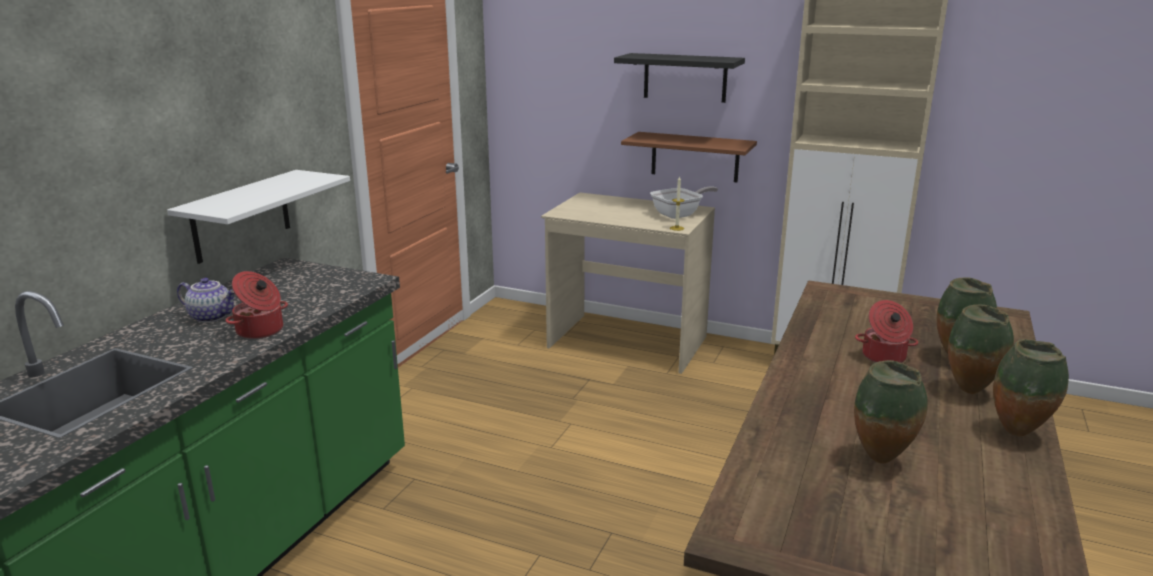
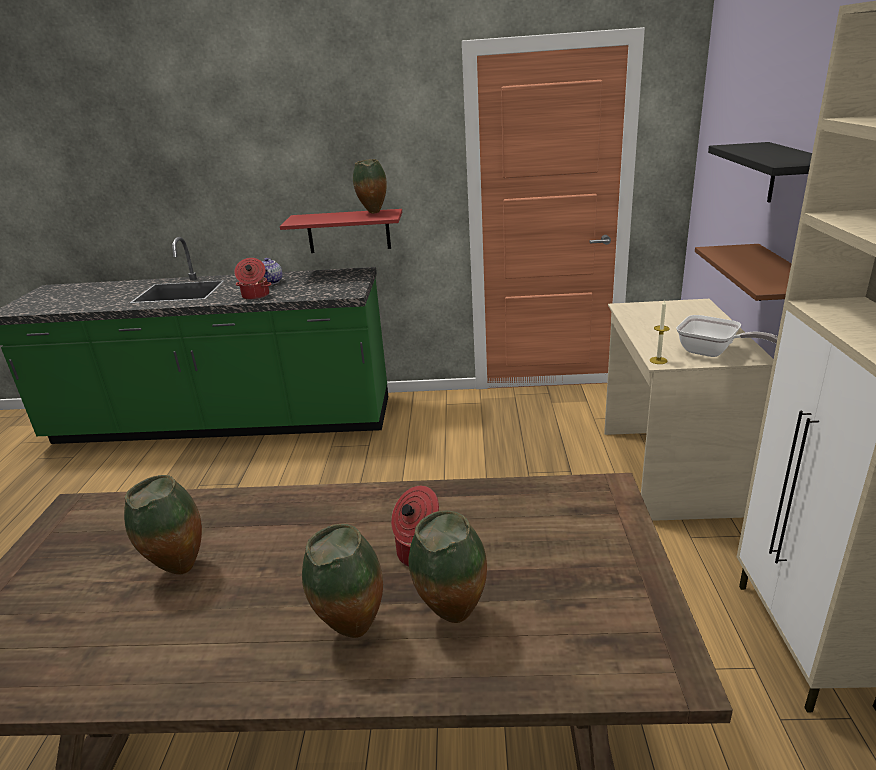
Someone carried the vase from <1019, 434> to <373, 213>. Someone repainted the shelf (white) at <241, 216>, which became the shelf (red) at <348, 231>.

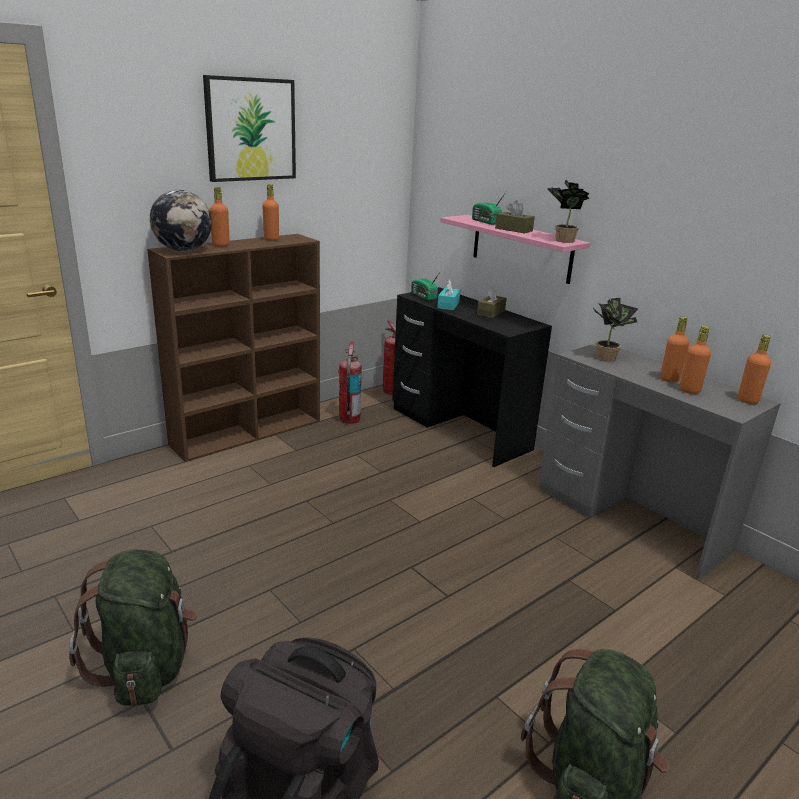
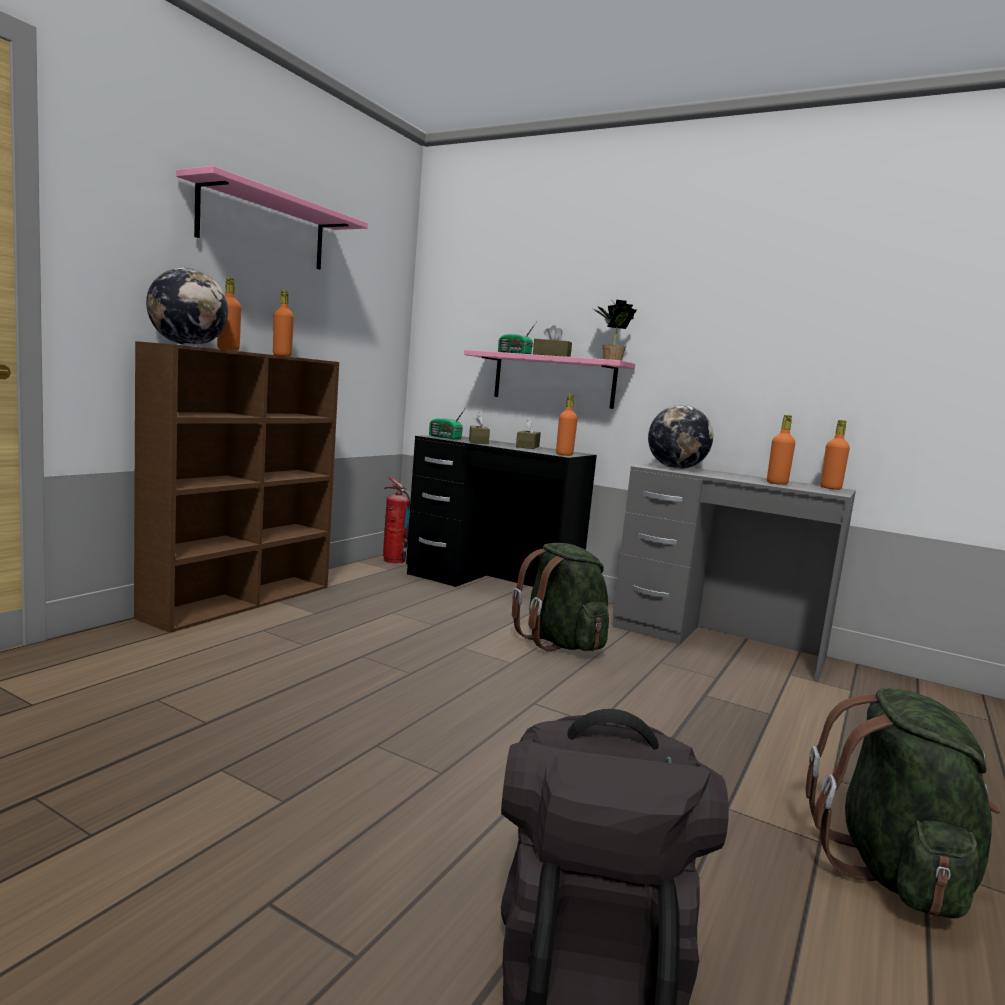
Someone took away the fire extinguisher at <349, 419>. Someone carried the backpack (green) from <146, 666> to <560, 643>. Someone carried the bottle (orange) from <669, 379> to <564, 454>. Someone swapped the picture at <250, 129> for the shelf (pink) at <263, 227>. Someone swapped the potted plant at <606, 357> for the globe at <676, 468>. Someone repainted the tissue box (turquoise) at <448, 305>, which became the tissue box (brown) at <478, 442>.

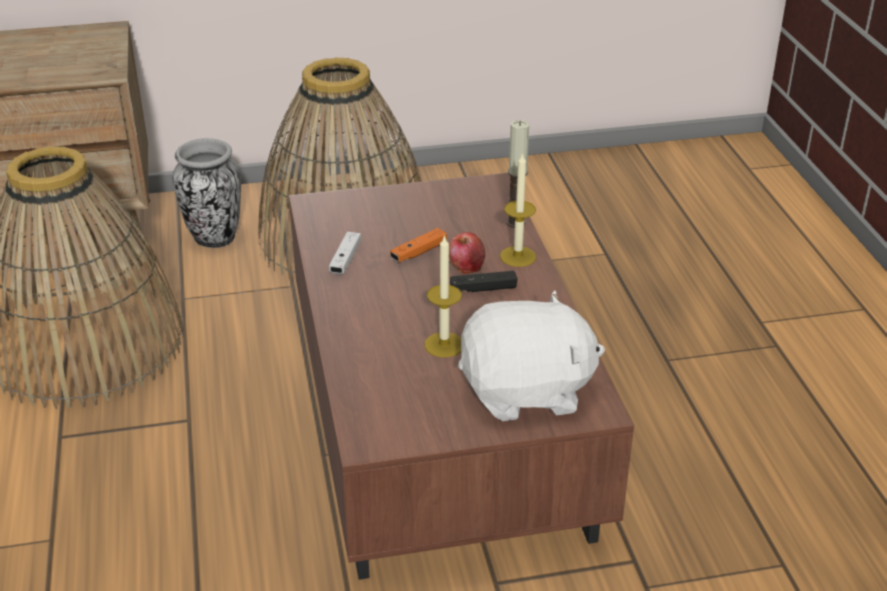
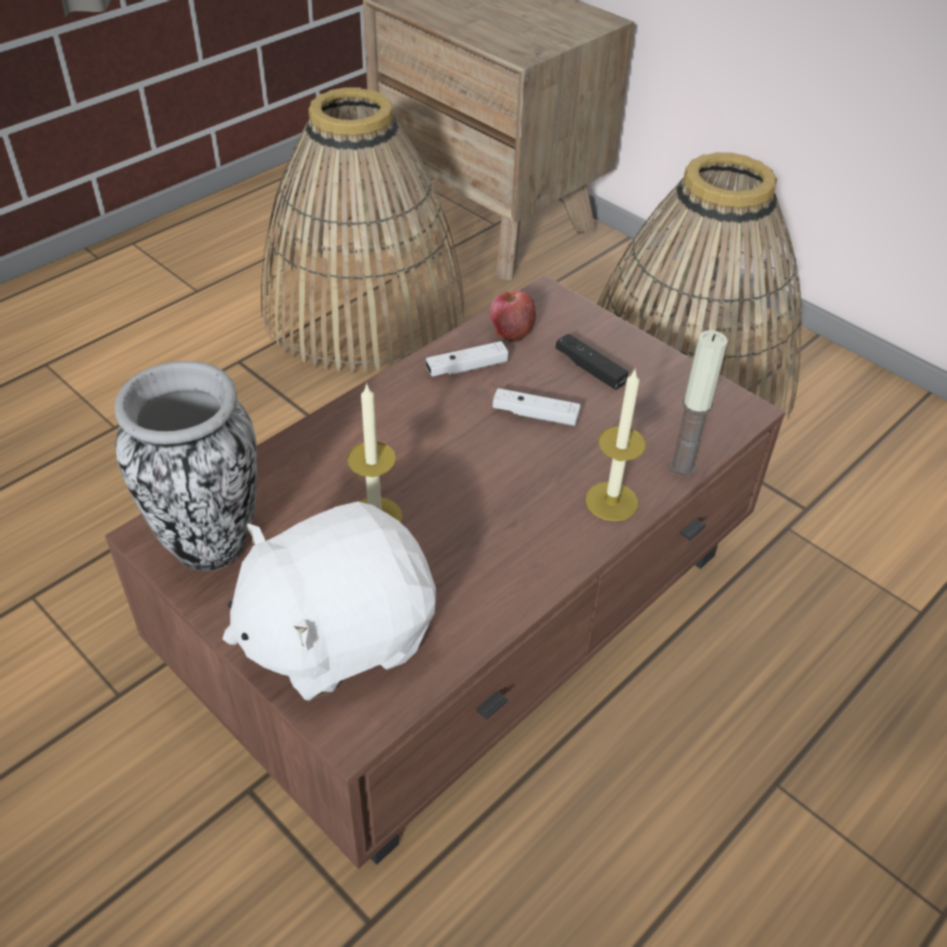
Someone carried the vase from <214, 239> to <209, 543>. Someone carried the apple from <466, 266> to <511, 330>. Someone carried the game controller (black) from <483, 288> to <590, 369>. Someone repainted the game controller (orange) at <419, 252>, which became the game controller (white) at <535, 415>. Someone rotated the plush toy (white) at <526, 392> by 105 degrees clockwise.

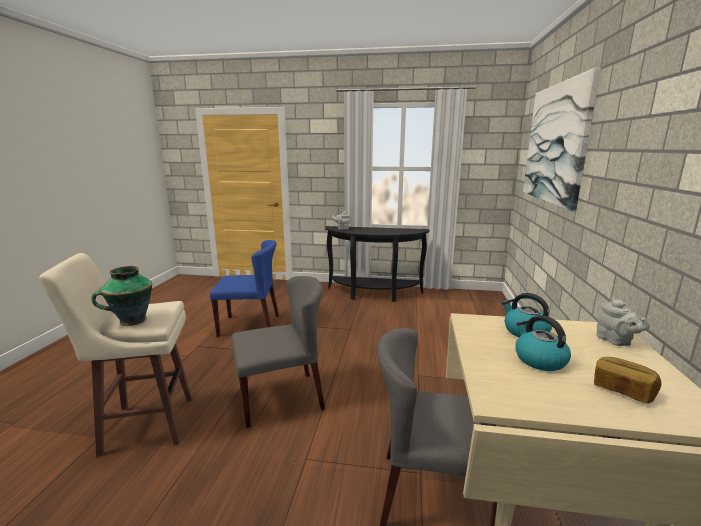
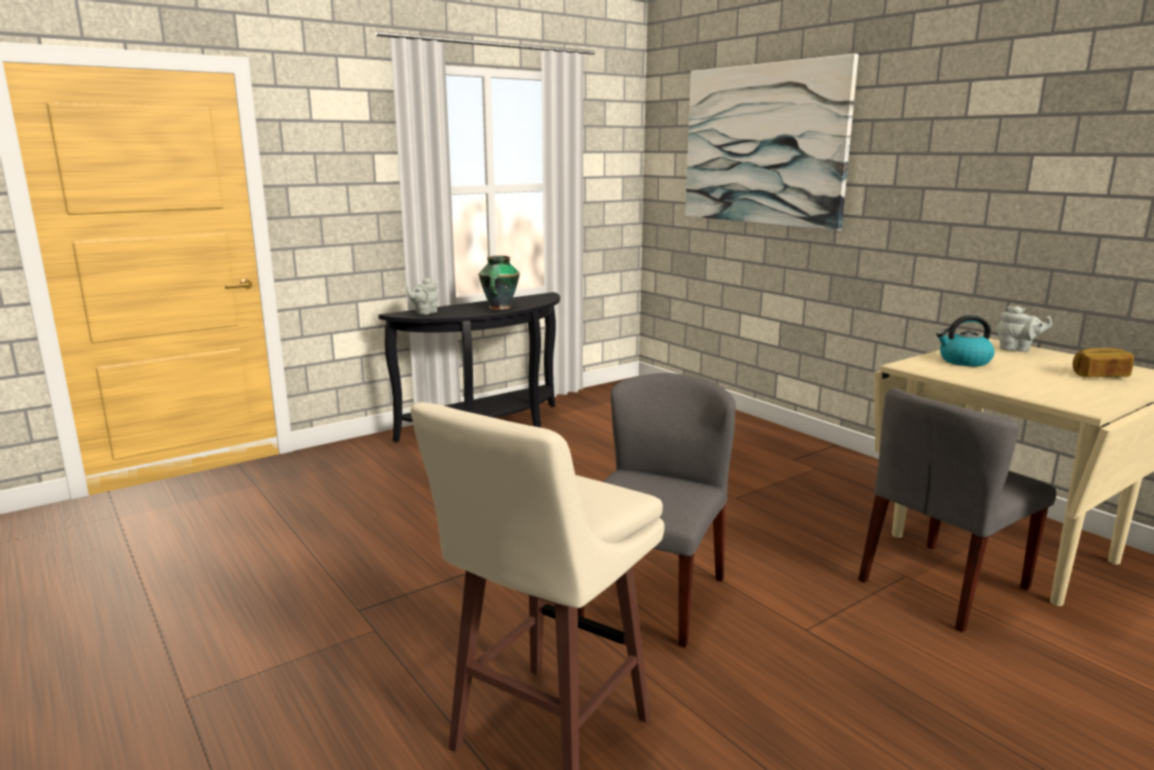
Someone took away the chair (blue) at <250, 325>. Someone took away the kettle at <539, 360>. Someone carried the vase from <131, 321> to <499, 308>.

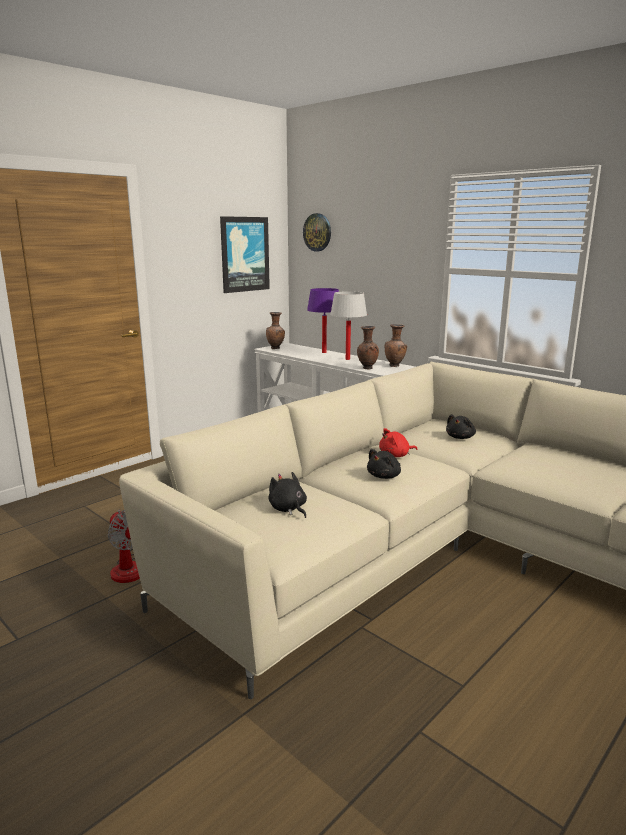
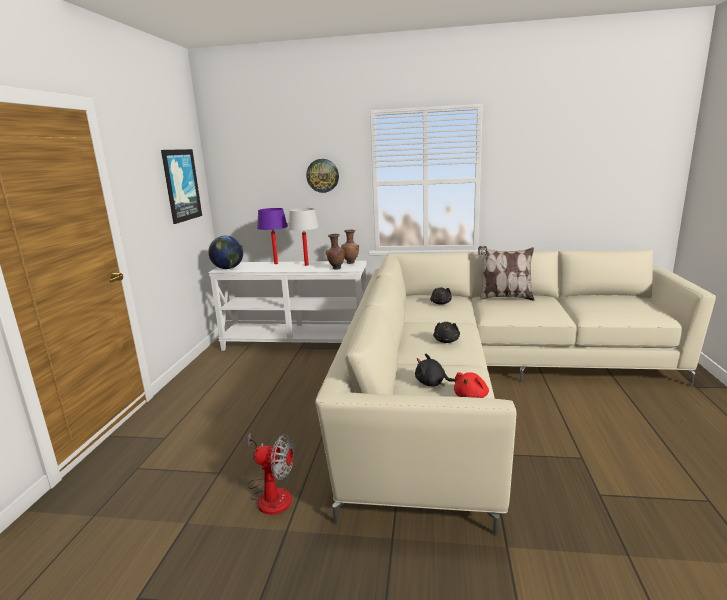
Someone put down the pillow at <504, 298>. Someone carried the wall clock from <317, 232> to <322, 175>. Someone carried the plush toy (red) from <396, 455> to <471, 397>. Someone swapped the vase (brown) at <276, 348> for the globe at <228, 268>.

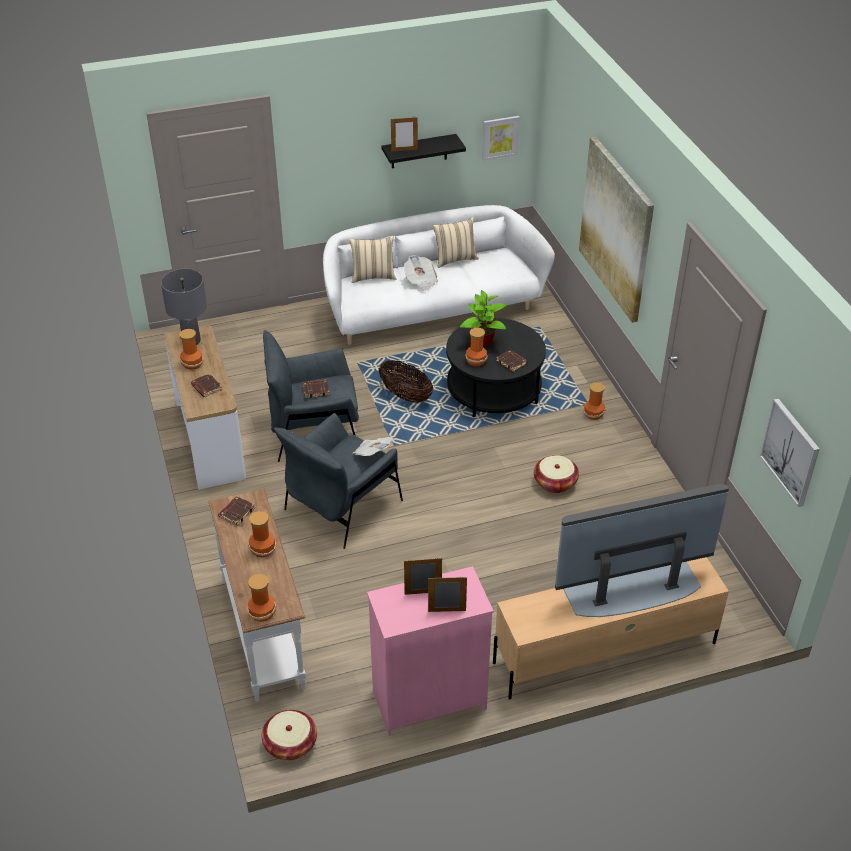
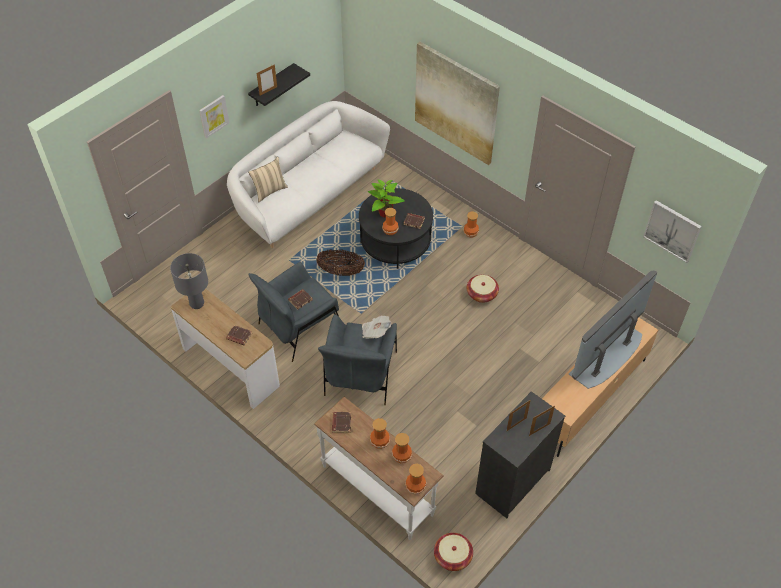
Someone took away the newspaper at <421, 281>. Someone took away the pillow (beige) at <455, 259>. Someone carried the vase from <192, 363> to <401, 456>. Someone carried the picture from <500, 137> to <213, 116>. Someone repainted the dresser (pink) at <429, 699>, which became the dresser (black) at <512, 481>.

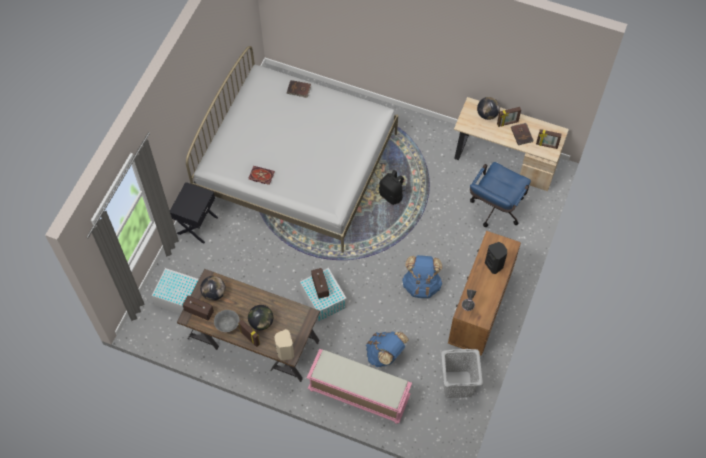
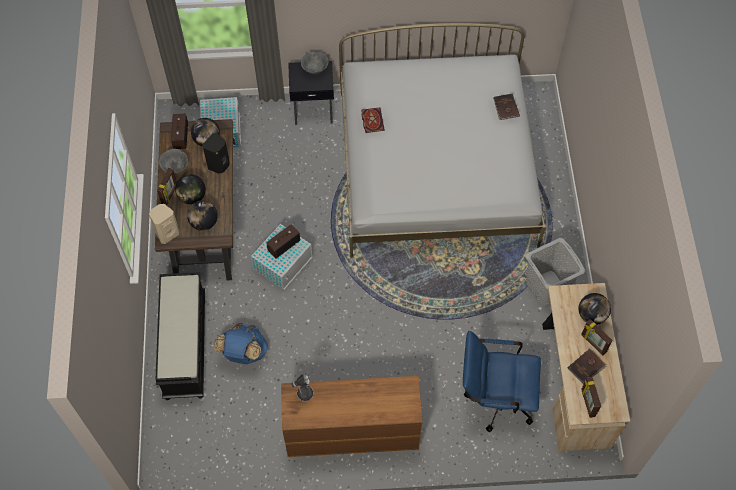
Someone took away the backpack (black) at <391, 195>. Someone took away the backpack (blue) at <421, 285>. Someone put down the globe at <204, 223>. Someone put down the bowl (grey) at <315, 69>. Someone carried the laundry basket (grey) from <457, 384> to <546, 288>. Someone carried the speaker (black) from <494, 265> to <219, 165>. Someone repainted the bench (pink) at <358, 394>, which became the bench (black) at <184, 344>.

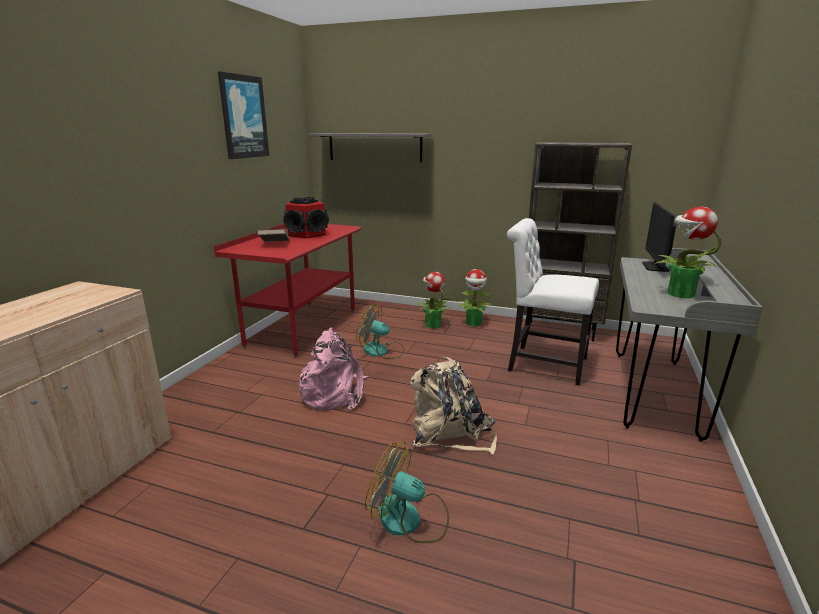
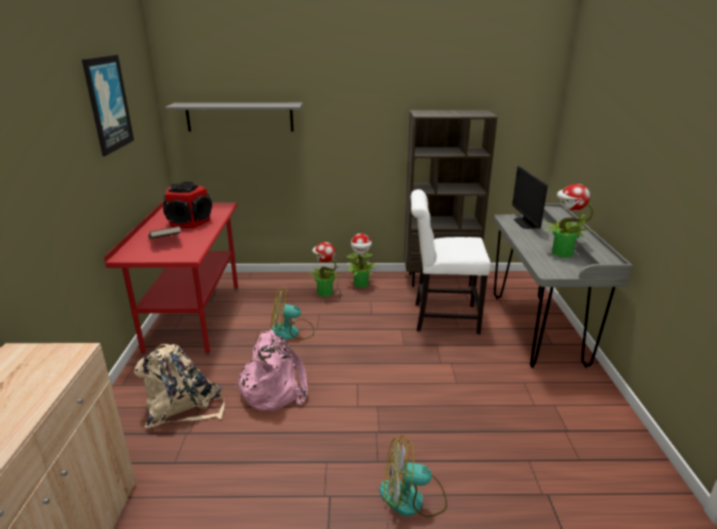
Someone carried the backpack (beige) from <450, 433> to <183, 407>.

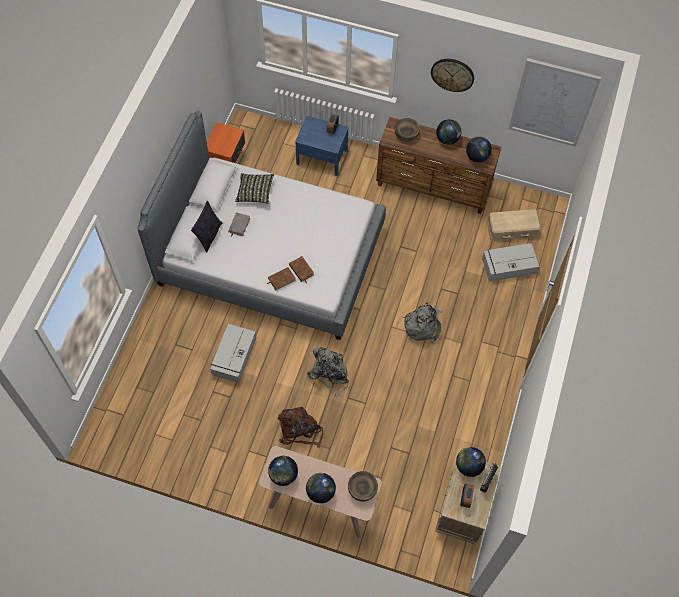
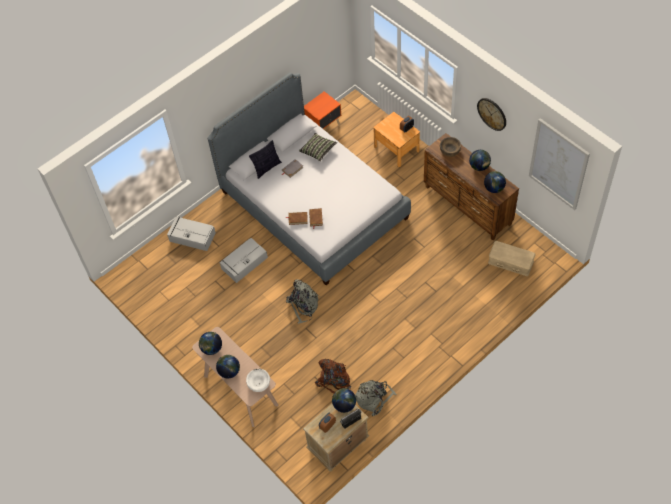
Someone carried the backpack (brown) from <300, 430> to <334, 381>. Someone carried the backpack (grey) from <423, 325> to <374, 398>. Someone carried the storage box (grey) from <508, 266> to <191, 237>. Someone repainted the nightstand (blue) at <322, 157>, which became the nightstand (brown) at <396, 149>. Someone repainted the bowl (brown) at <362, 489>, which became the bowl (white) at <258, 383>.

